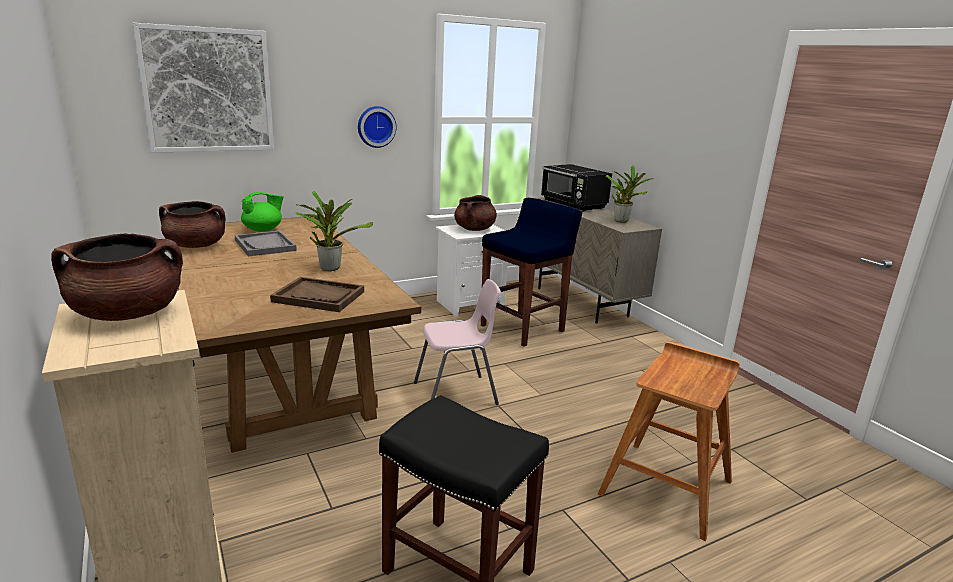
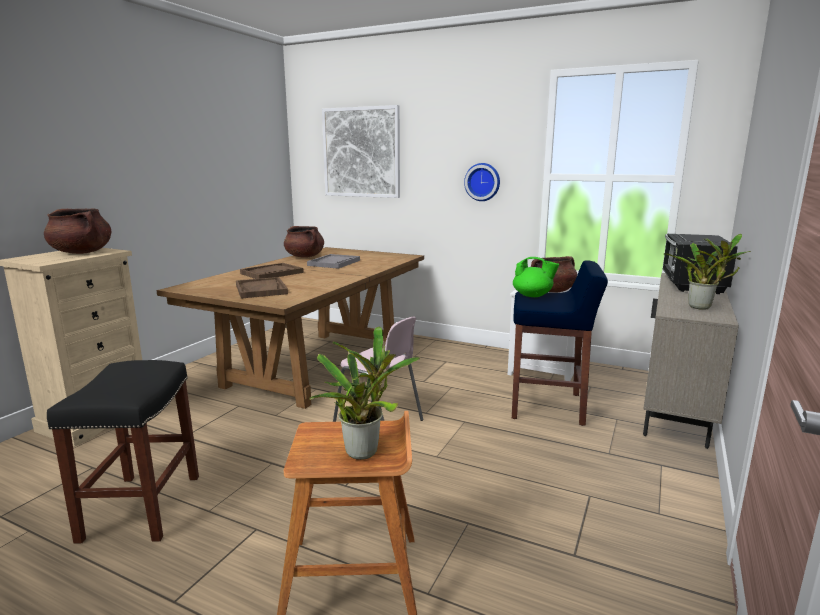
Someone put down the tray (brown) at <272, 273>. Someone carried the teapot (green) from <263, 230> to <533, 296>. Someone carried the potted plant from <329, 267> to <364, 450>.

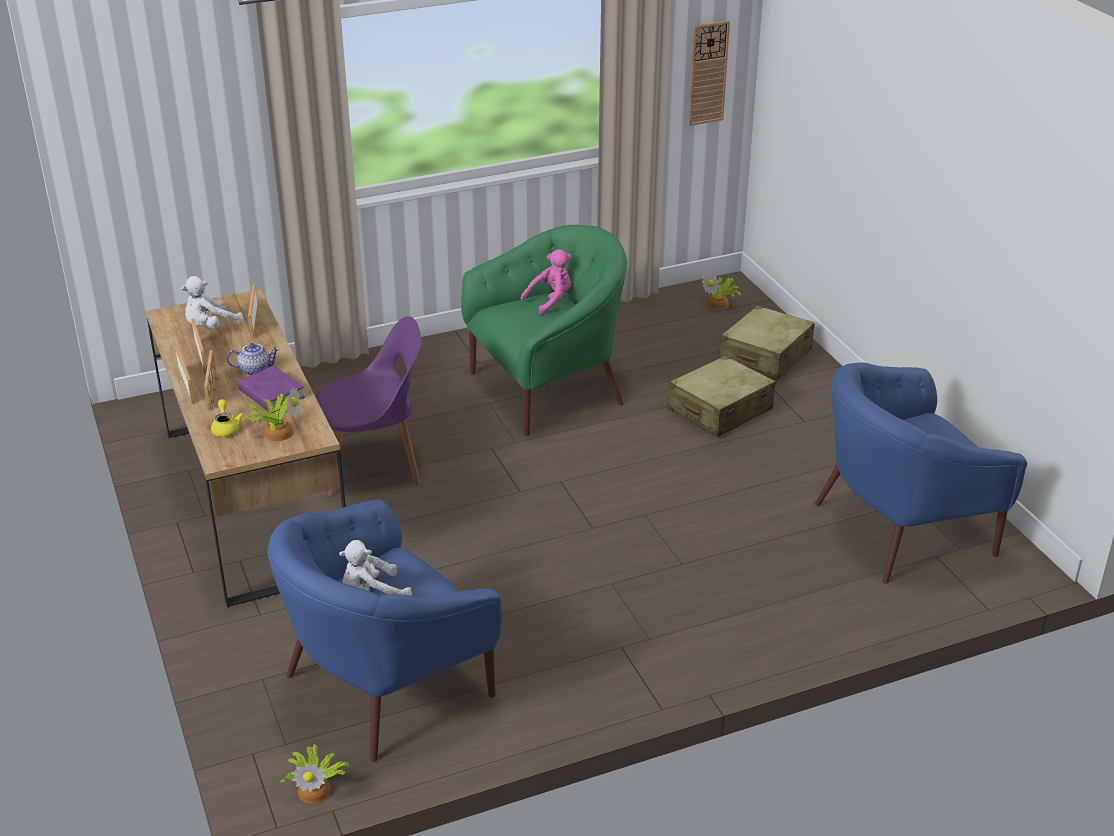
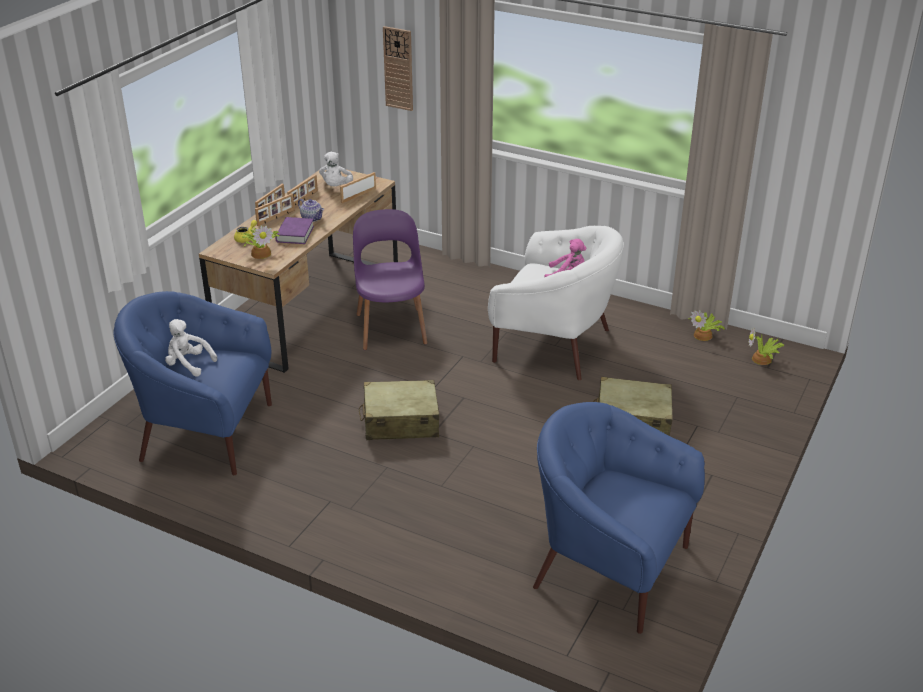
Someone carried the potted plant from <315, 789> to <704, 335>. Someone carried the wall clock from <708, 73> to <398, 68>. Someone carried the suitcase (beige) from <765, 357> to <400, 421>. Someone repainted the armchair (green) at <548, 389>, which became the armchair (white) at <553, 344>. Someone rotated the plush toy (white) at <210, 326> by 90 degrees counterclockwise. Someone rotated the chair (purple) at <374, 464> by 135 degrees counterclockwise.

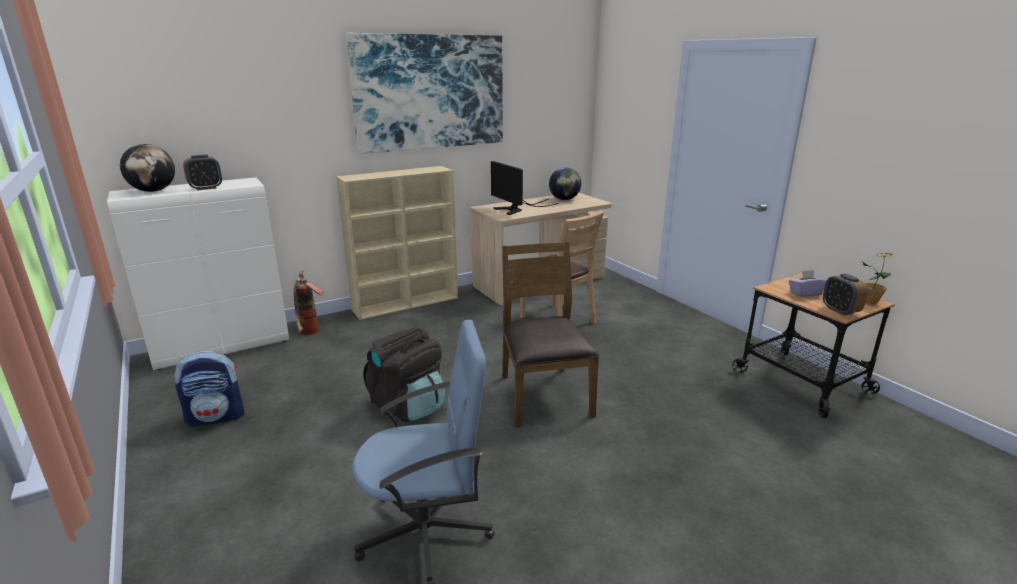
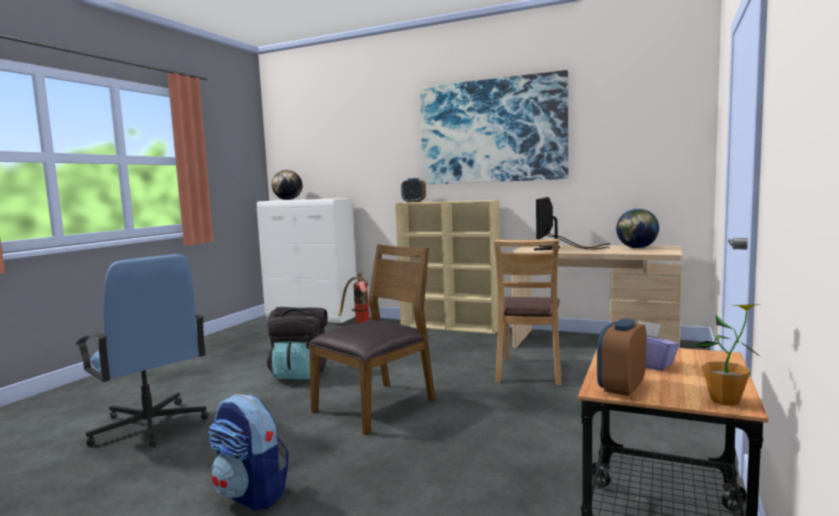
Someone carried the backpack from <217, 417> to <252, 494>. Someone carried the alarm clock from <206, 188> to <413, 202>.

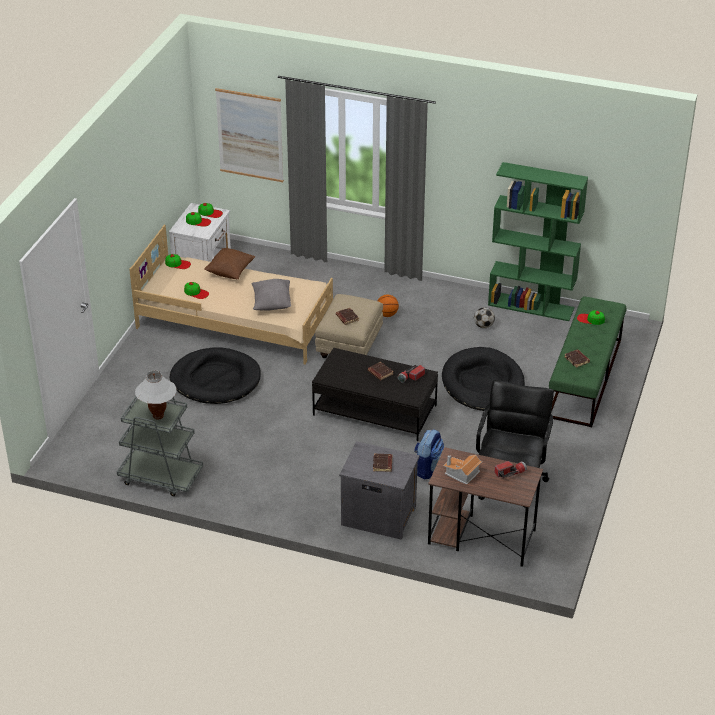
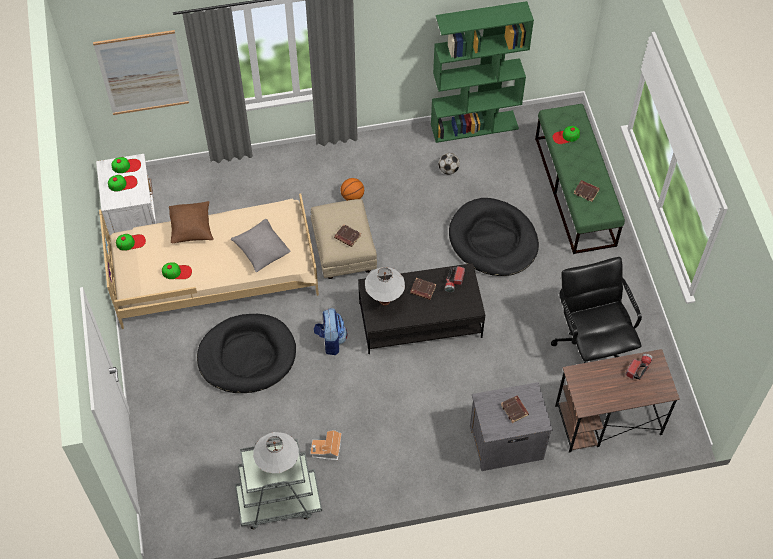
Someone put down the table lamp (white) at <384, 301>. Someone carried the backpack from <428, 468> to <331, 340>. Someone carried the toy house from <461, 474> to <327, 450>.

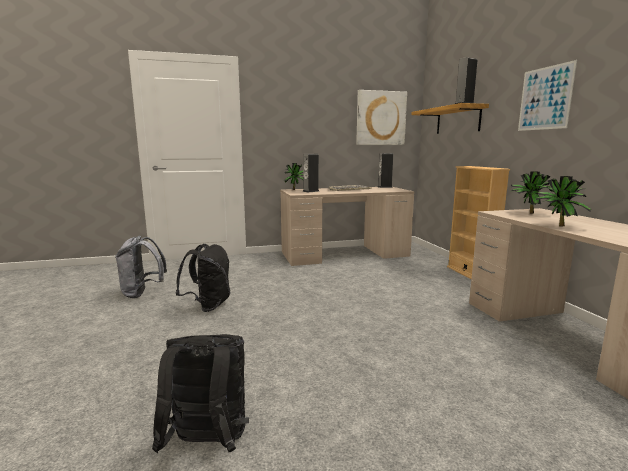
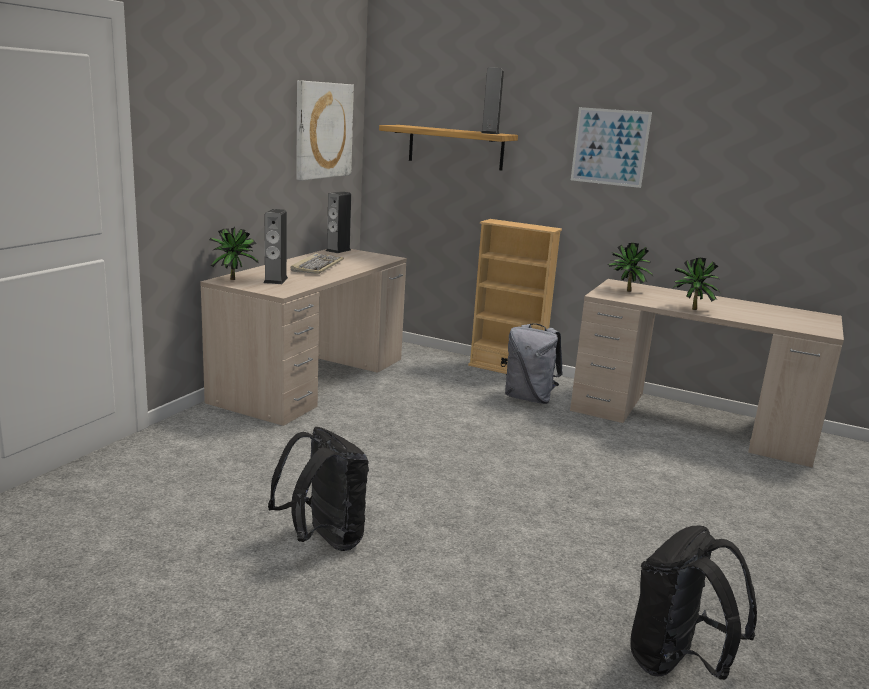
Someone carried the backpack (grey) from <142, 293> to <529, 398>.

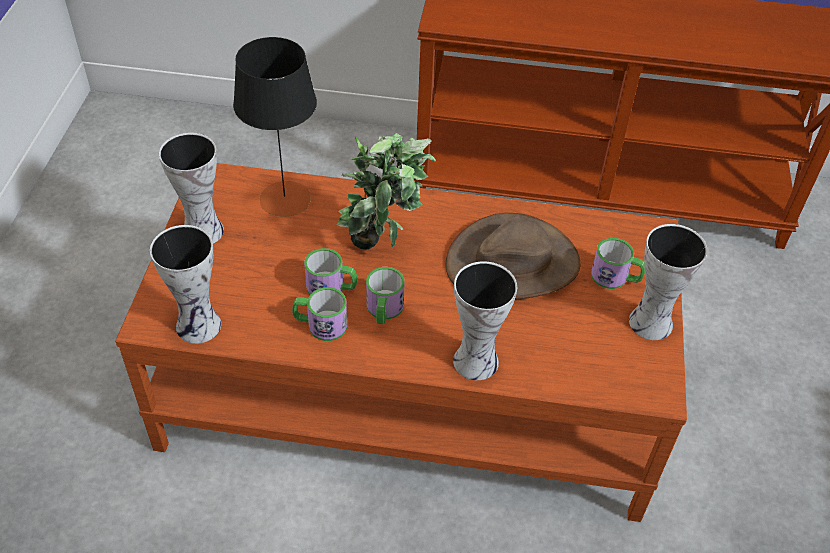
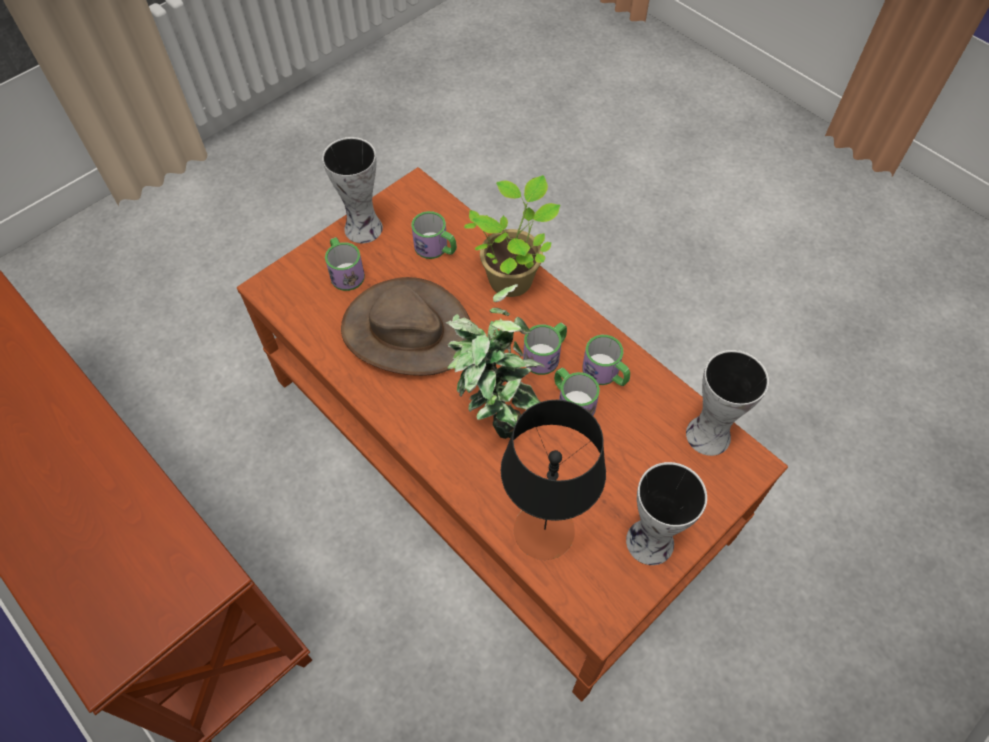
Someone put down the mug at <436, 248>. Someone swapped the vase at <475, 359> for the potted plant at <512, 277>.

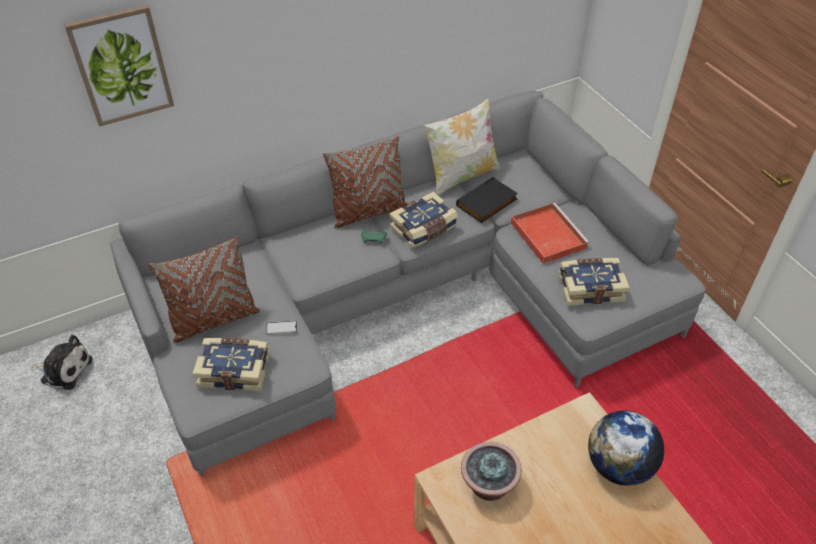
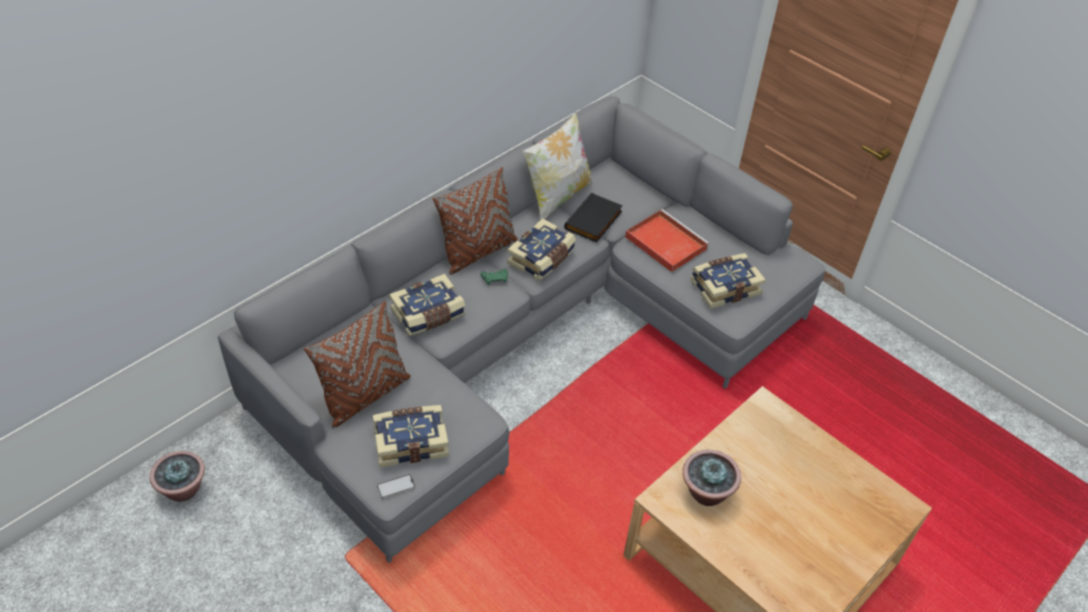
Someone took away the picture at <121, 65>. Someone took away the globe at <618, 466>. Someone put down the book at <428, 314>. Someone carried the phone from <281, 328> to <396, 486>. Someone swapped the plush toy at <64, 369> for the potted plant at <183, 489>.

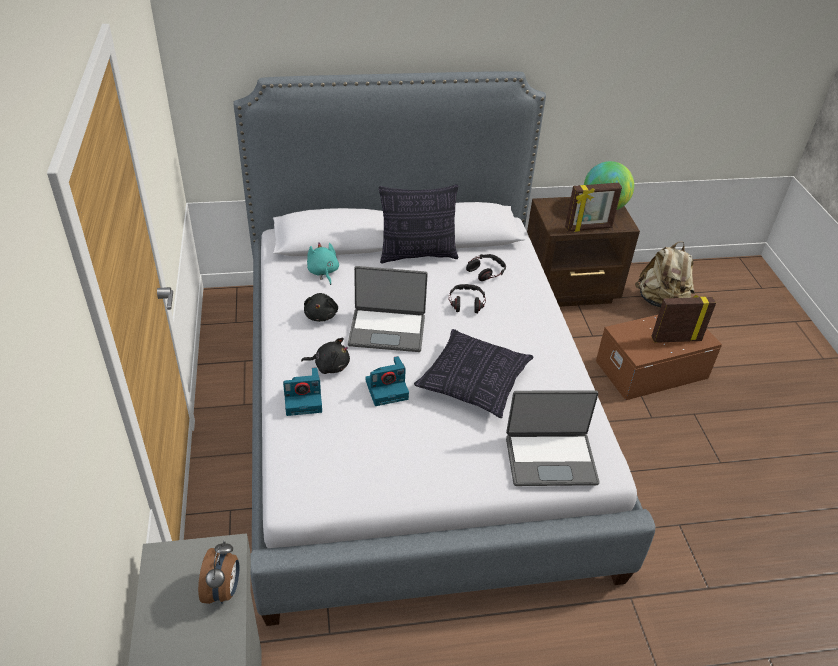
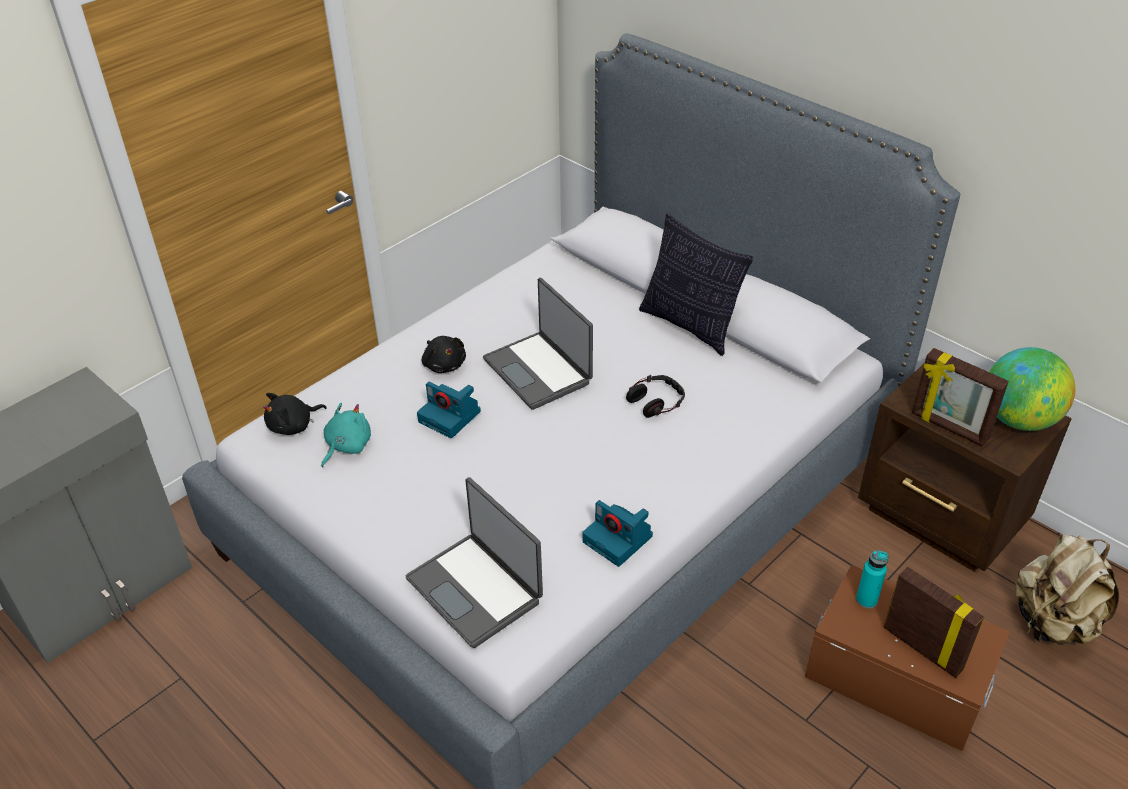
Someone took away the alarm clock at <223, 590>. Someone took away the pillow at <473, 382>. Someone took away the headphones at <485, 271>. Someone put down the bottle (turquoise) at <866, 600>. Someone carried the photo camera from <304, 399> to <619, 539>. Someone carried the plush toy (black) from <321, 315> to <293, 426>. Someone carried the plush toy (turquoise) from <323, 272> to <346, 446>.

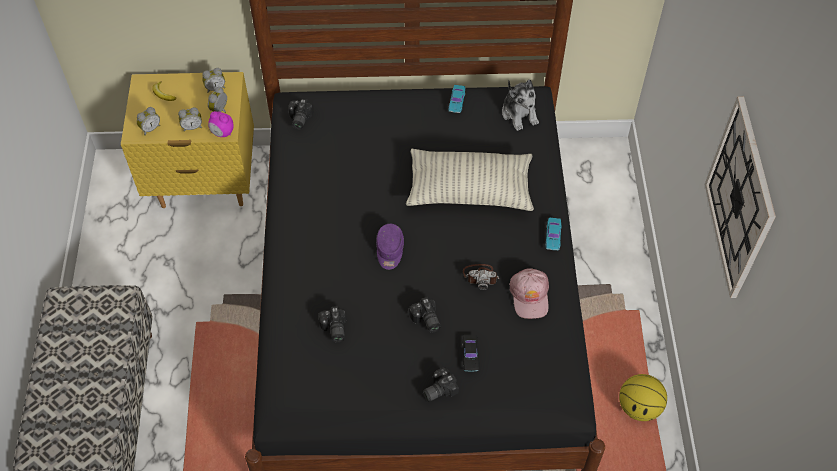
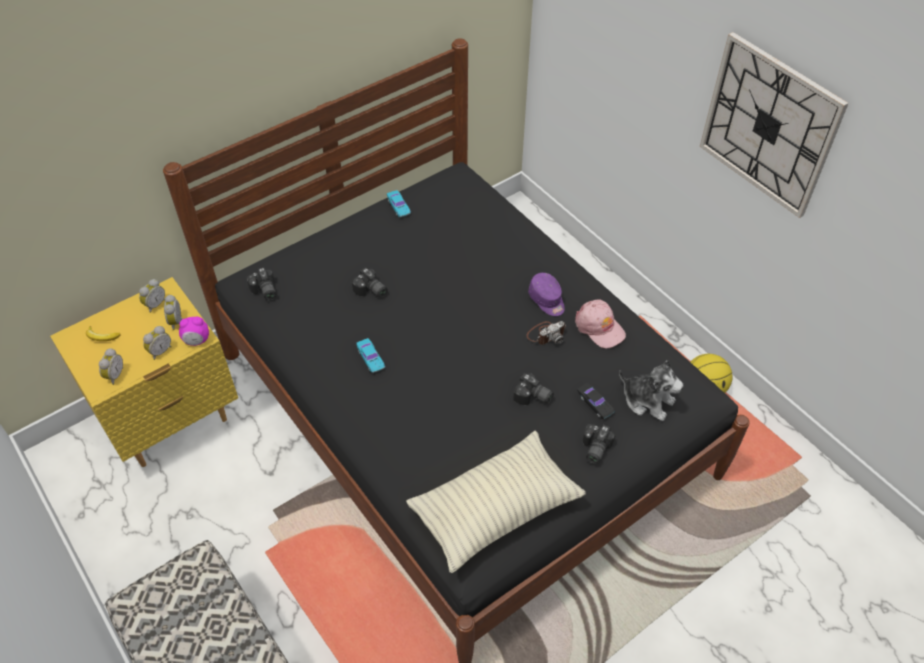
Someone carried the photo camera from <333, 329> to <371, 291>. Someone carried the cap (purple) from <389, 251> to <547, 300>. Someone carried the pillow from <469, 190> to <495, 509>. Someone carried the plush toy from <519, 114> to <647, 400>. Someone carried the toy car (turquoise) from <553, 236> to <370, 358>.

